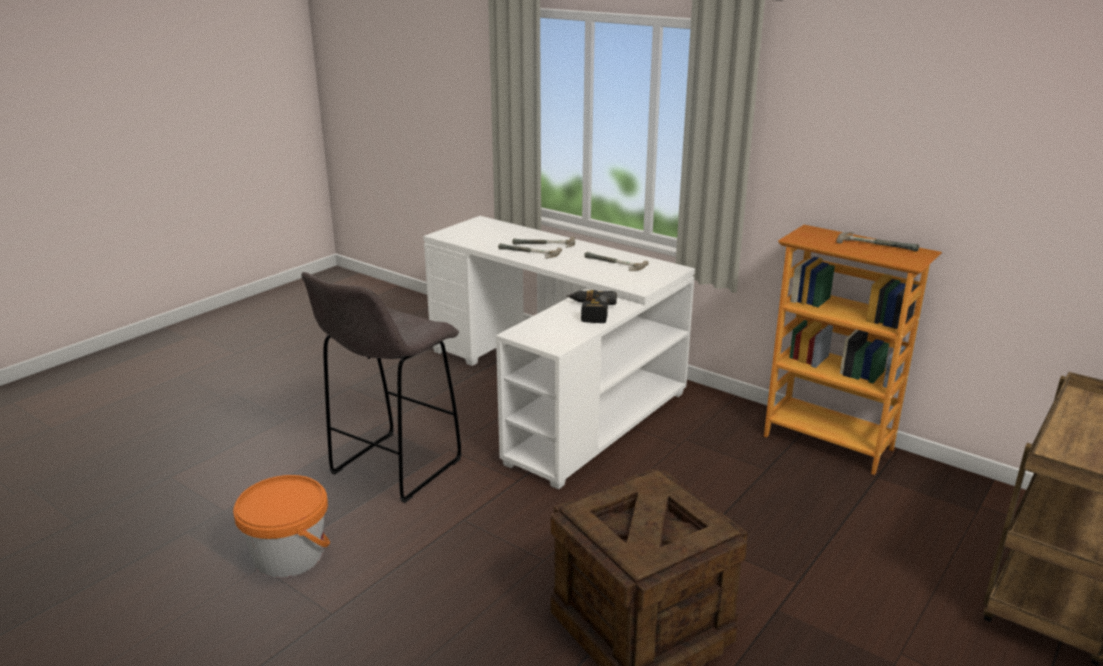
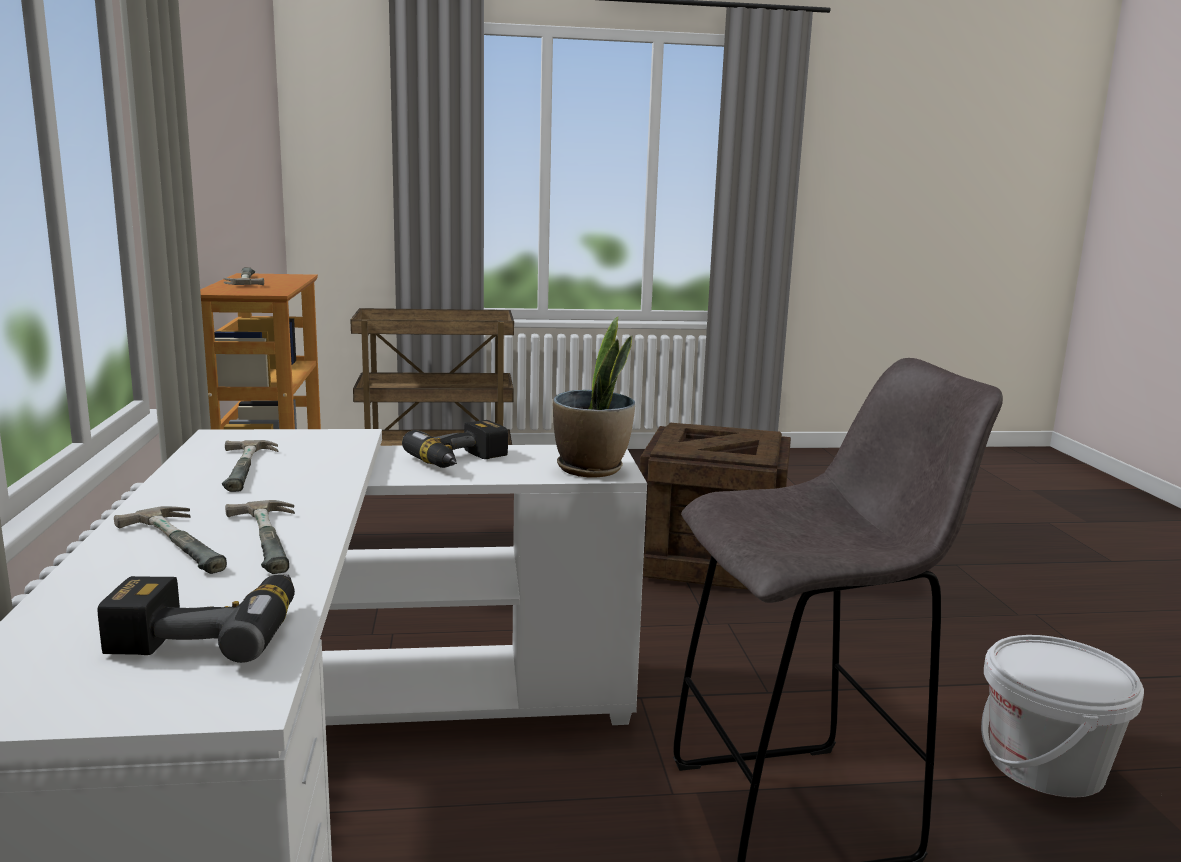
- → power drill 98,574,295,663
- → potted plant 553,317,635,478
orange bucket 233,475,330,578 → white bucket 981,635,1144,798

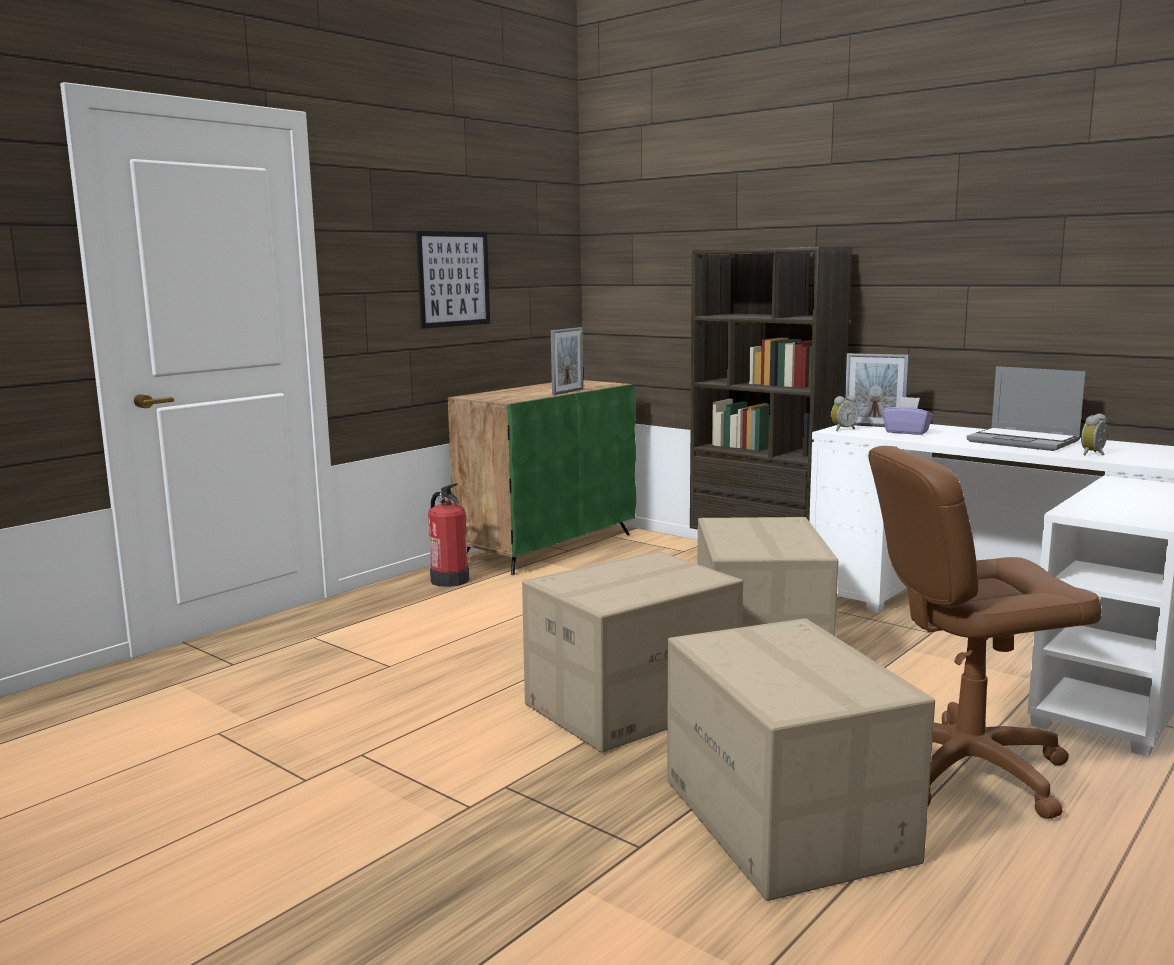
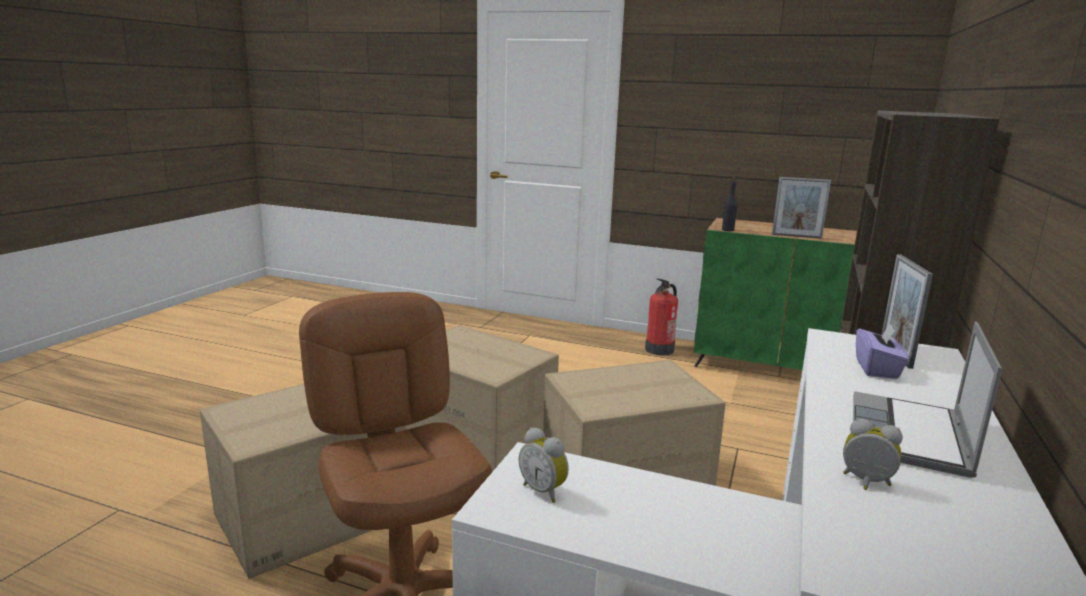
picture 416,231,490,329 → -
- → black bottle 722,177,737,231
alarm clock 831,395,858,431 → alarm clock 519,427,569,503, shifted

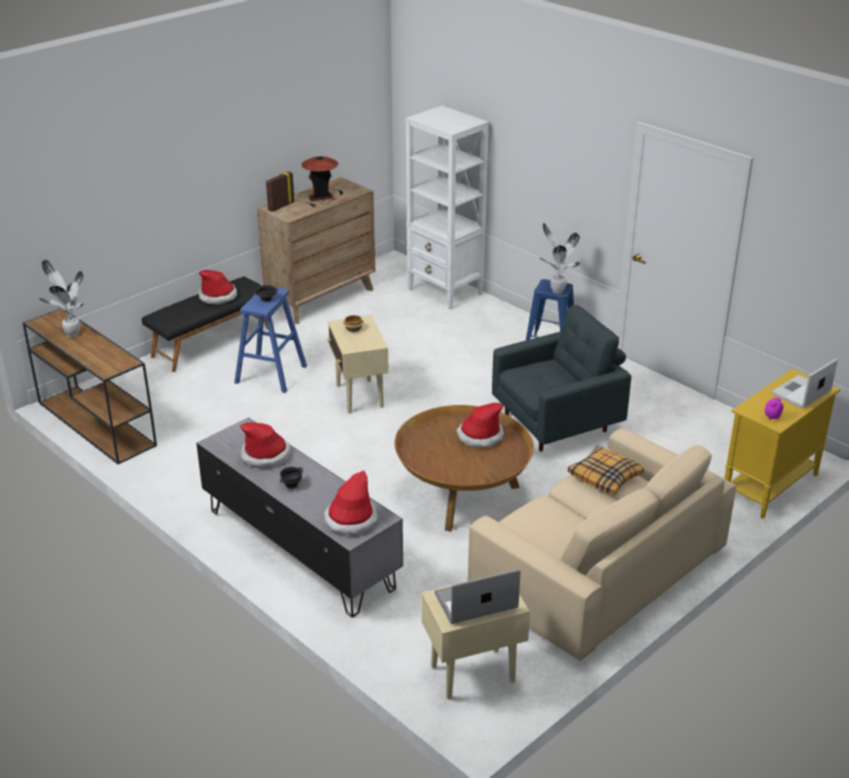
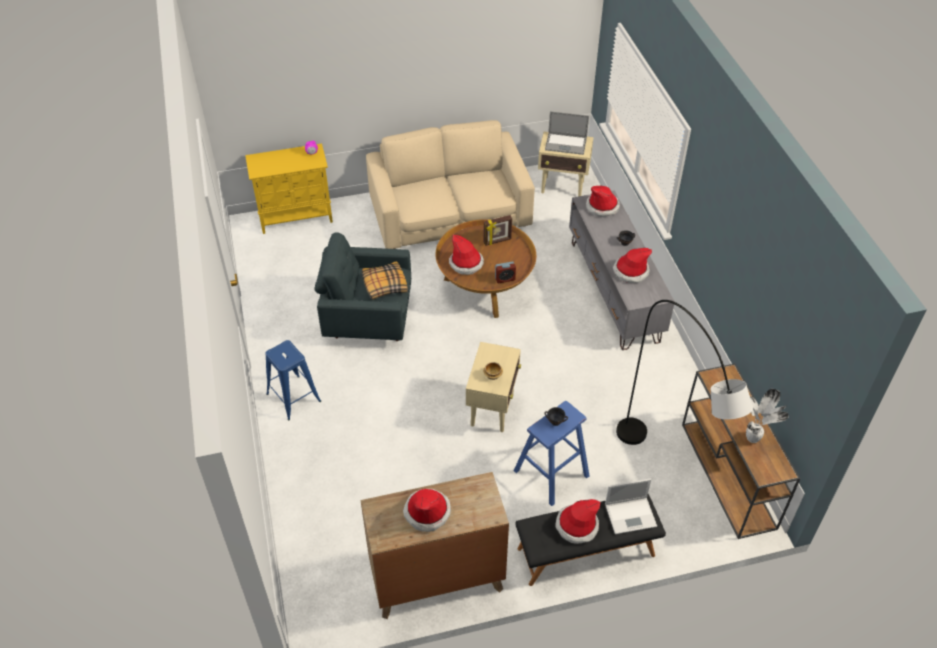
white bookcase 405,106,489,310 → -
potted plant 538,223,580,294 → -
- → alarm clock 495,261,516,283
- → grey floor lamp 616,300,753,445
picture frame 266,172,294,212 → picture frame 484,215,512,246, shifted
pillow 568,446,644,495 → pillow 362,261,408,300, shifted
laptop 771,358,838,408 → laptop 605,478,657,534, shifted
table lamp 297,156,343,207 → hat 403,489,451,532

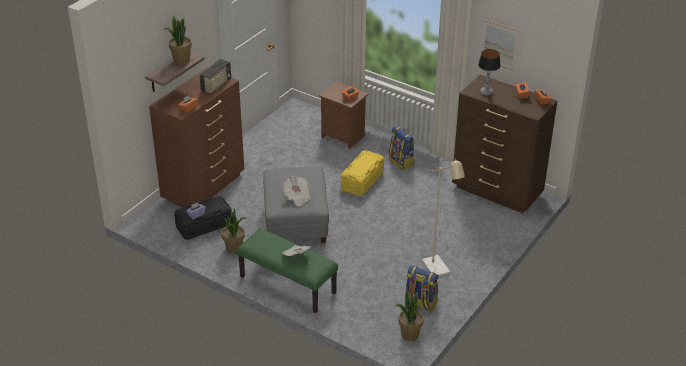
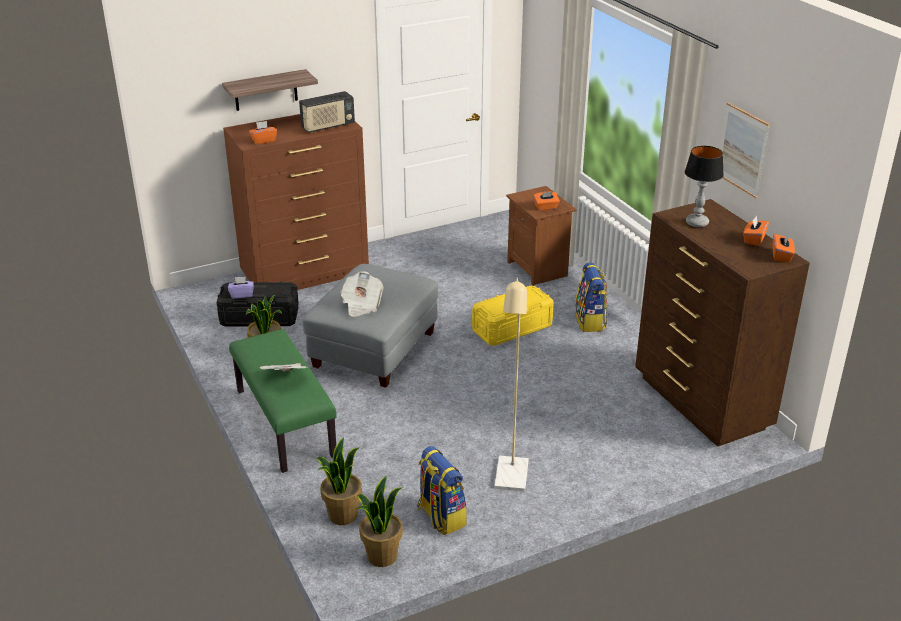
potted plant 165,15,192,65 → potted plant 317,437,362,525, shifted

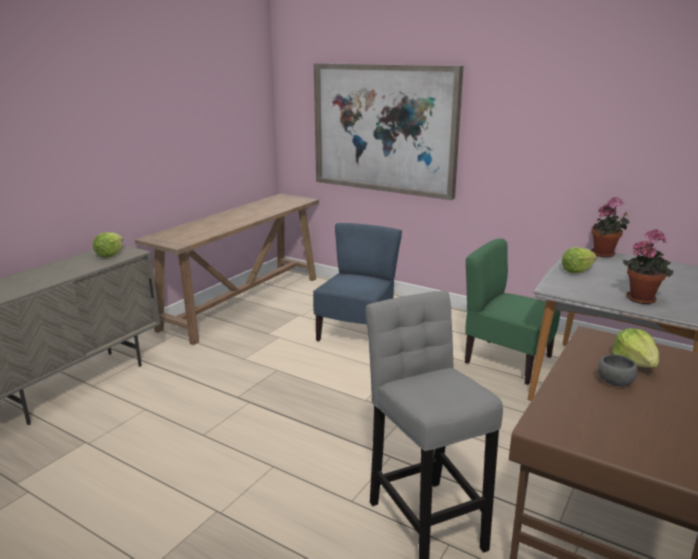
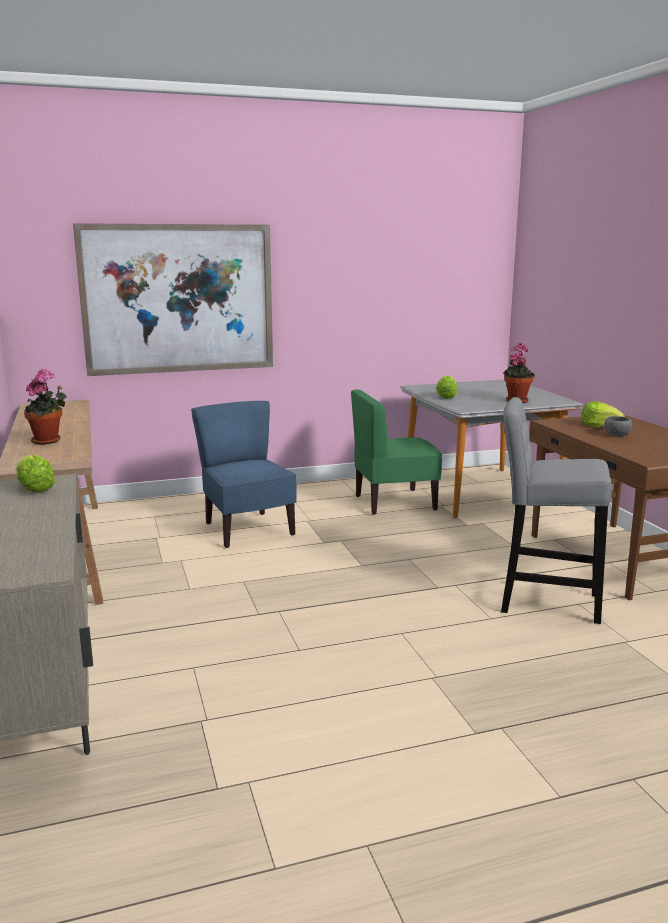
potted plant 591,197,629,257 → potted plant 24,369,67,444, shifted

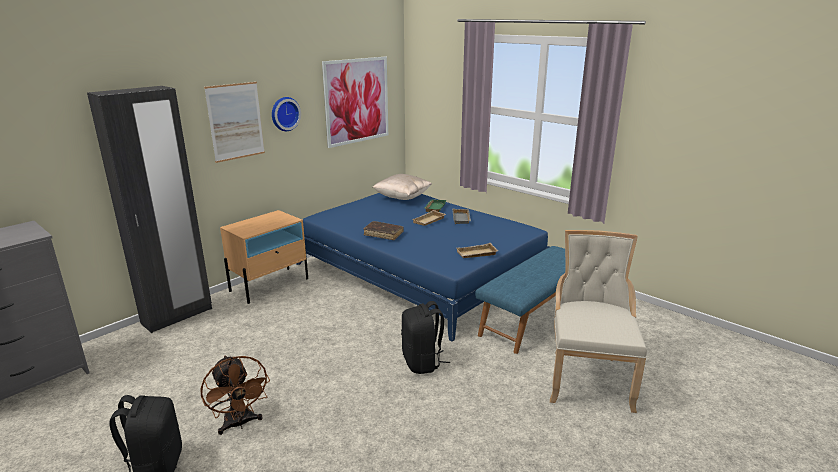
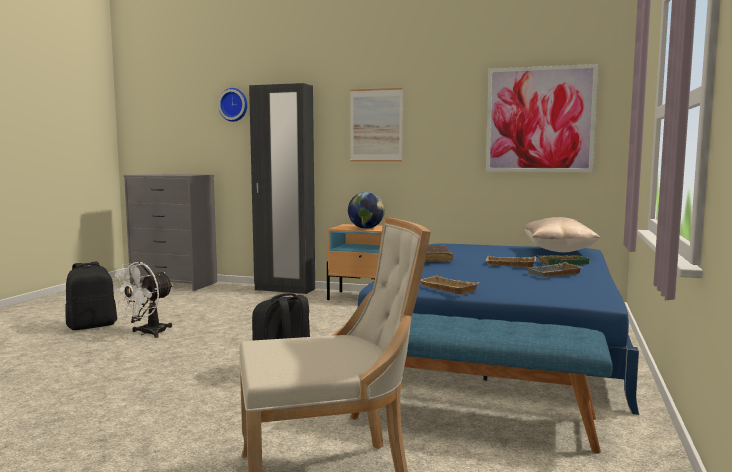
- → globe 348,192,385,229
wall clock 272,97,301,131 → wall clock 218,88,248,122, shifted
brown fan 200,355,270,435 → white fan 113,262,174,338

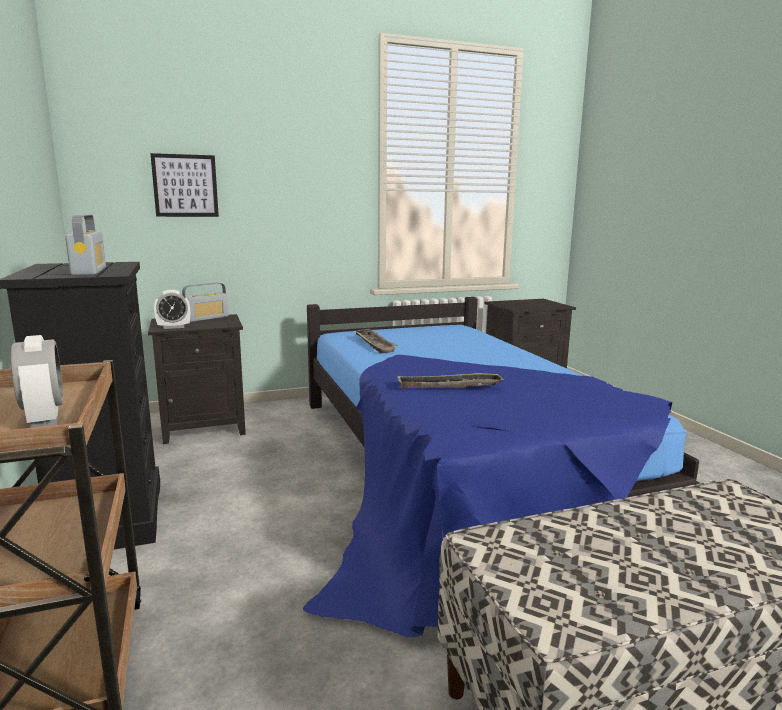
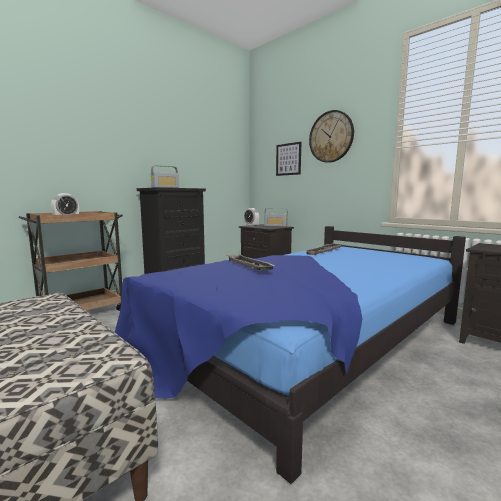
- → wall clock 309,110,354,163

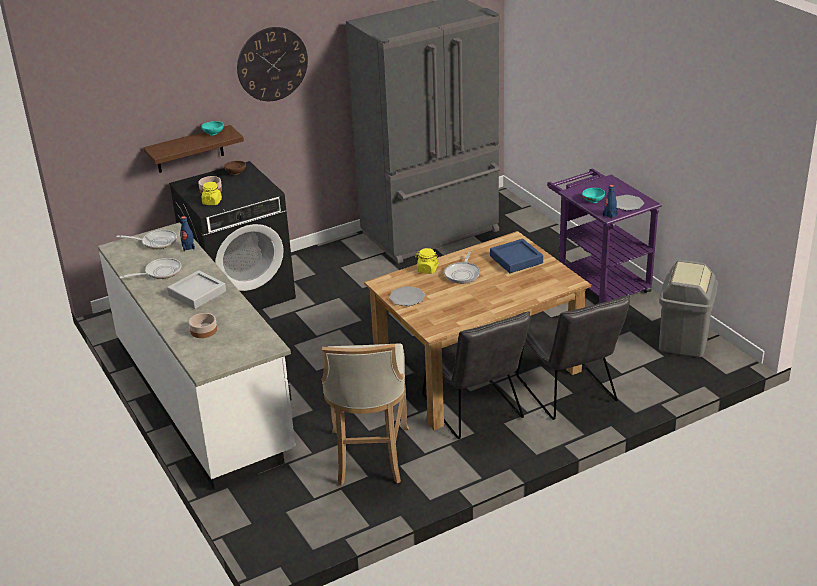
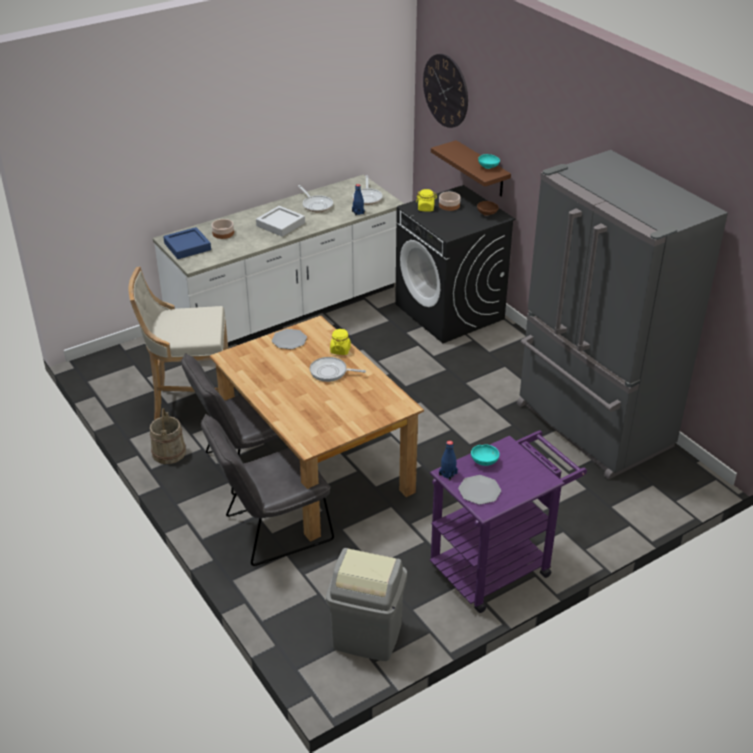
- → beige bucket 150,408,186,464
wall clock 237,27,308,101 → wall clock 423,54,468,128, shifted
blue tray 490,239,543,273 → blue tray 163,227,211,259, shifted

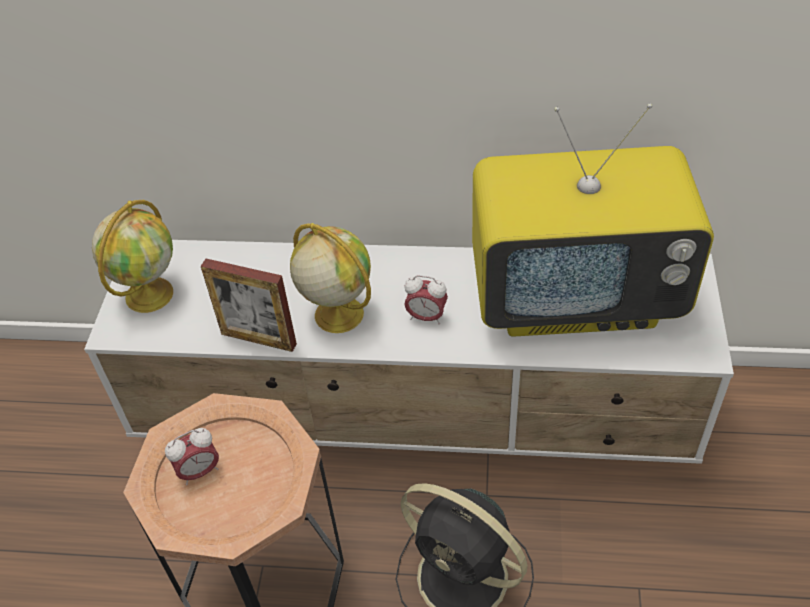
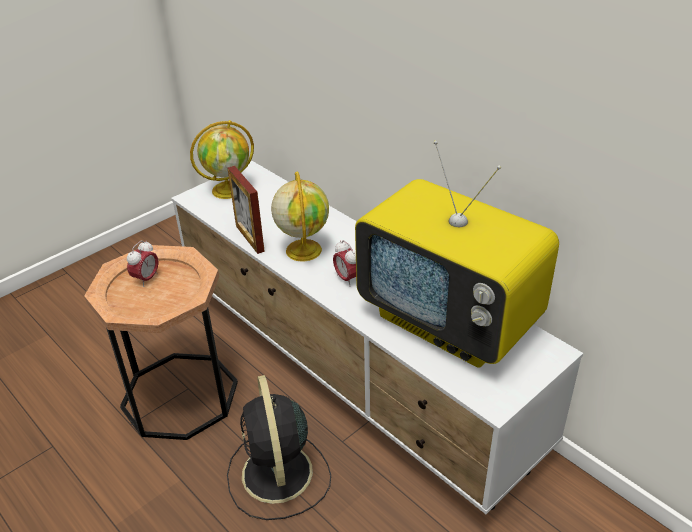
alarm clock 165,428,219,485 → alarm clock 127,240,159,287, 75 degrees counterclockwise

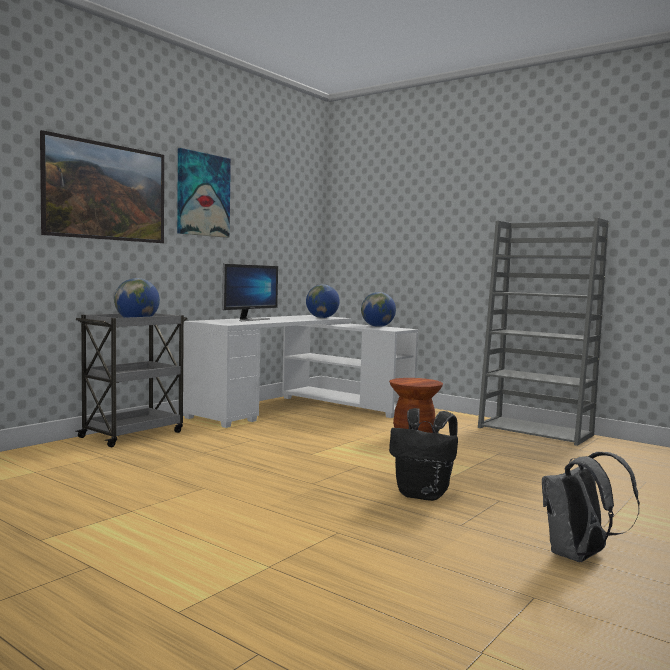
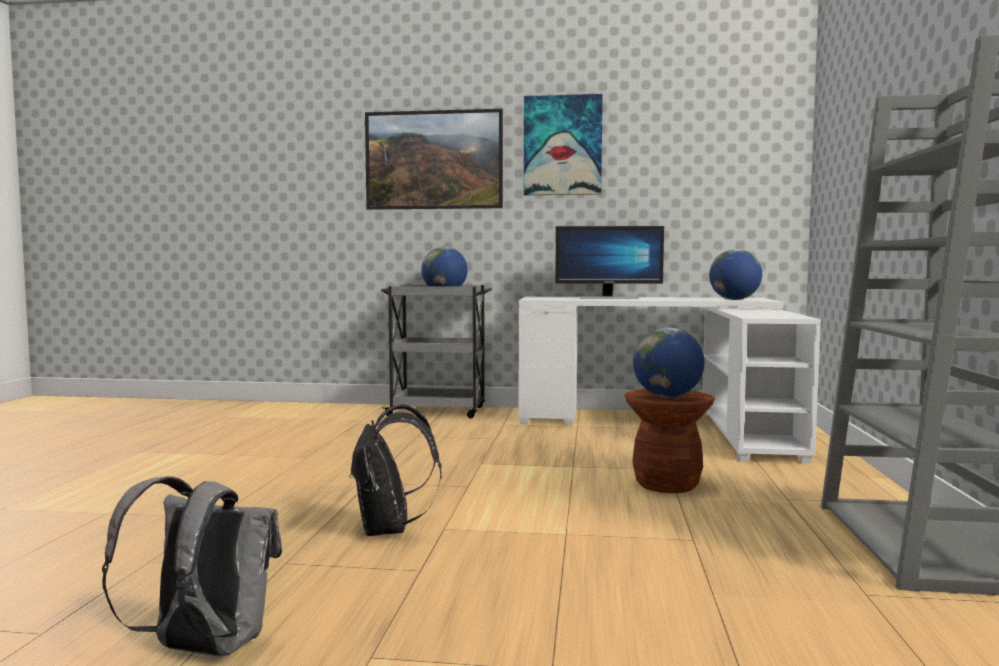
globe 361,292,396,327 → globe 633,327,705,397, shifted

